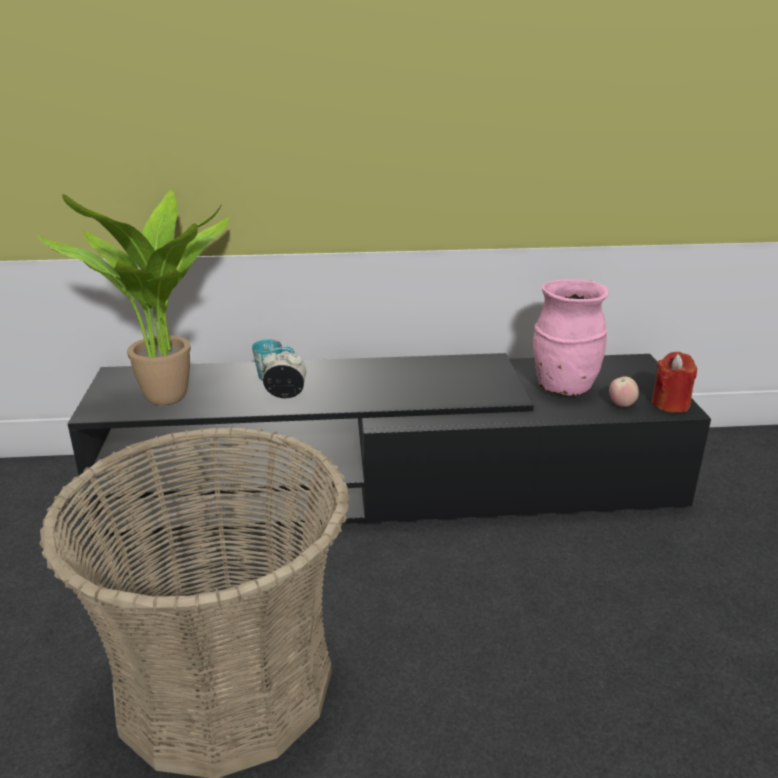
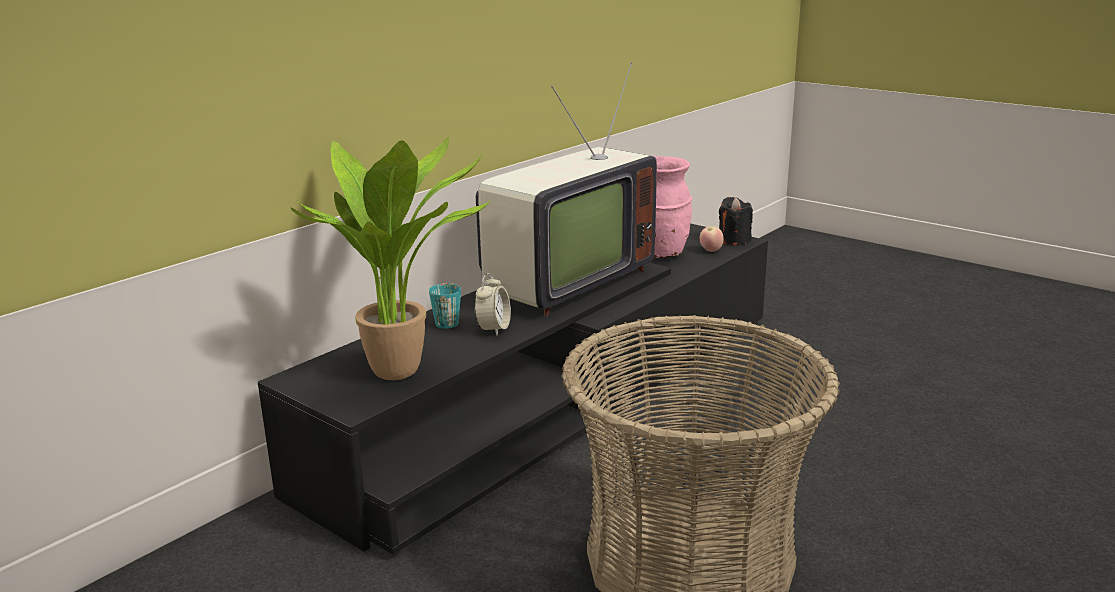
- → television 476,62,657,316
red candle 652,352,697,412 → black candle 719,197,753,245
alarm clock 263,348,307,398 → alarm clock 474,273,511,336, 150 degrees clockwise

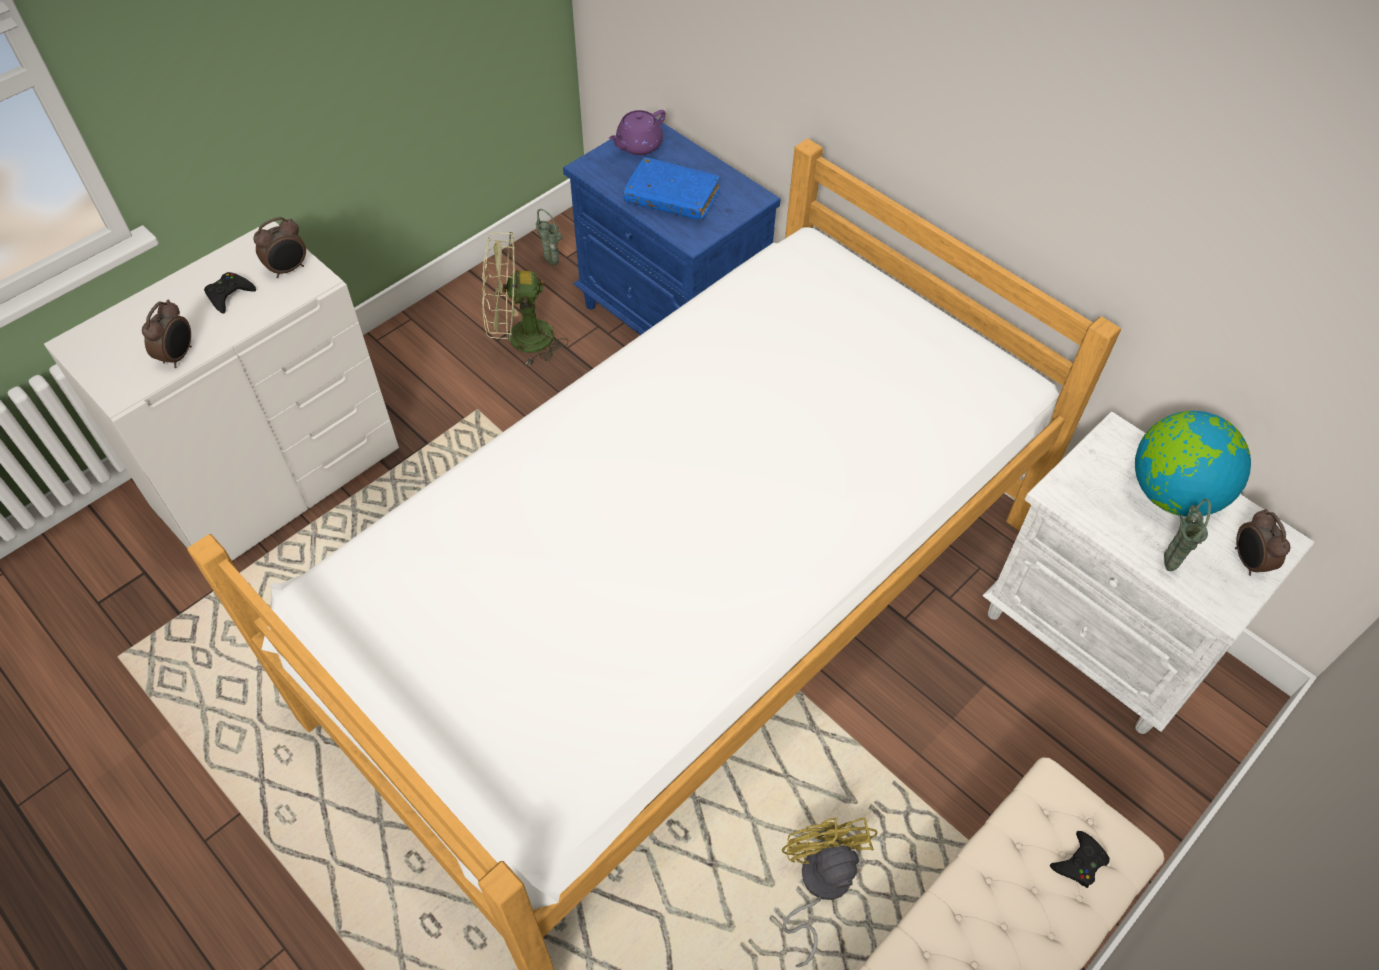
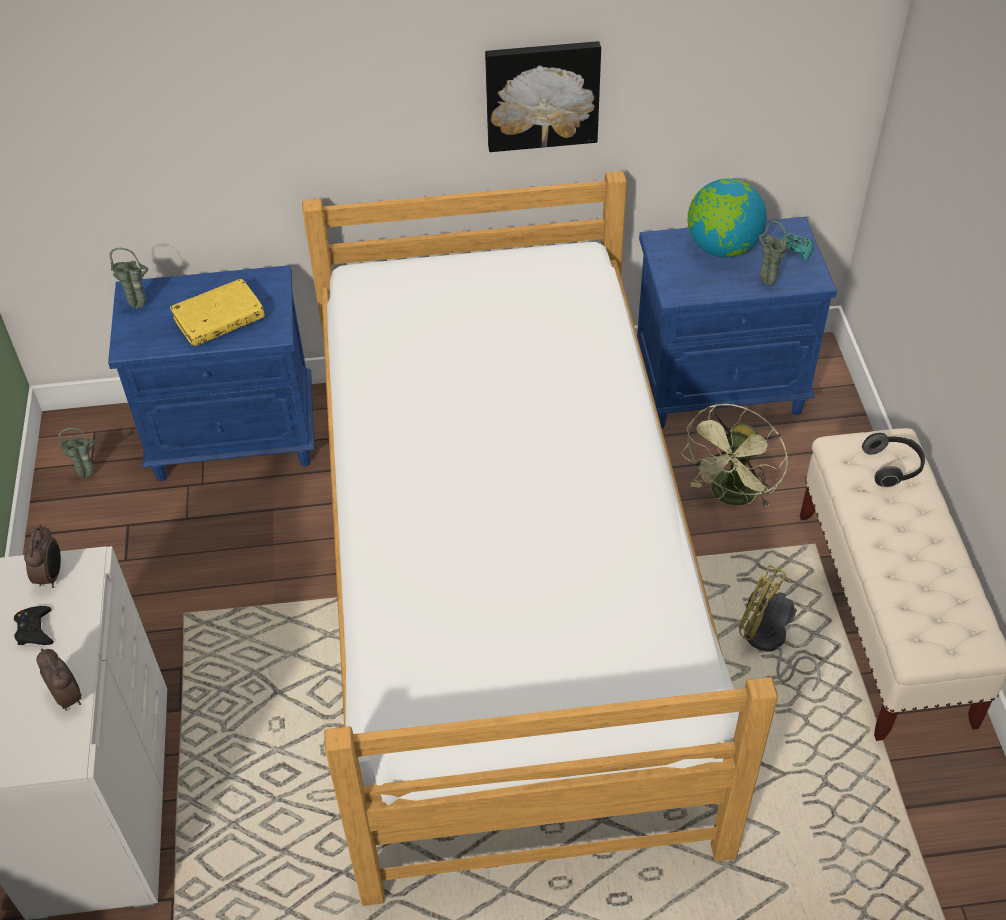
- → picture 485,41,601,152
green fan 482,232,568,366 → green fan 681,404,788,508, shifted
purple teapot 609,110,666,155 → green vase 110,248,148,308
black game controller 1050,831,1110,888 → headphones 862,433,925,487
alarm clock 1235,509,1290,576 → turquoise game controller 781,233,813,261
blue book 623,157,720,221 → yellow book 170,279,265,346
white nightstand 982,412,1314,734 → blue nightstand 637,217,837,429

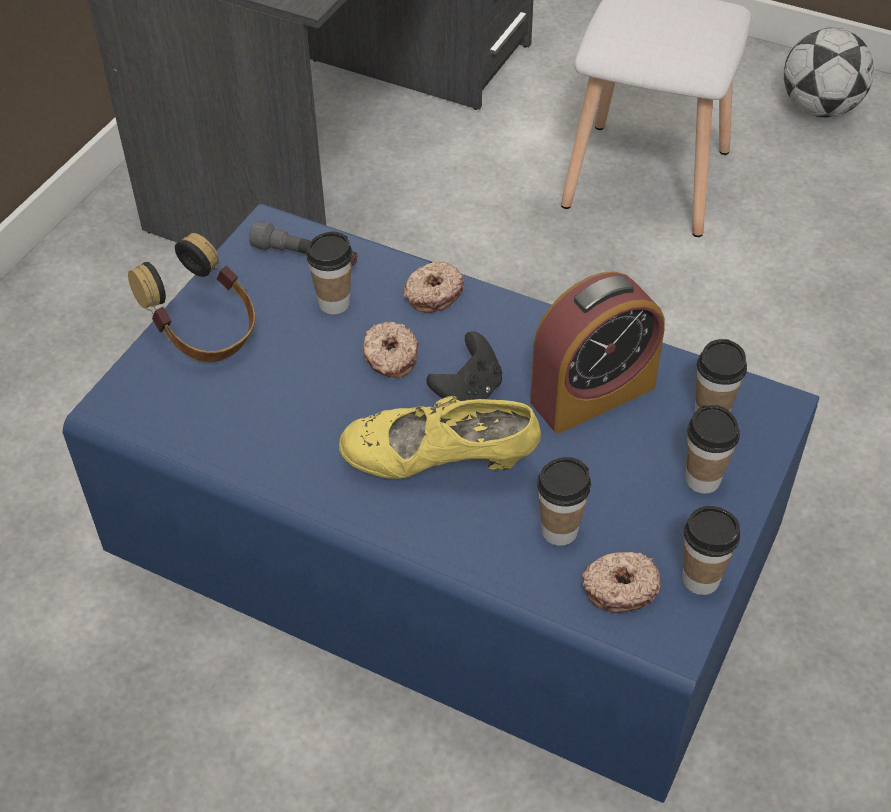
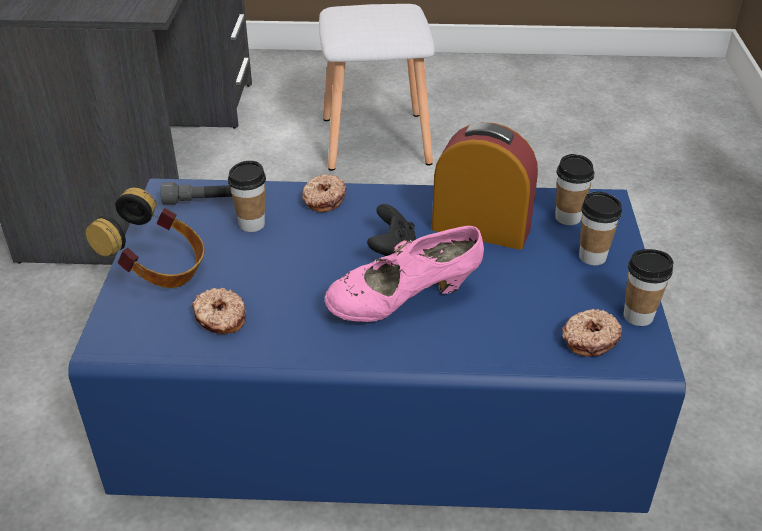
cup 537,457,591,546 → -
football 783,28,874,117 → -
donut 363,322,419,378 → donut 192,288,246,334, shifted
yellow shoe 339,396,541,479 → pink shoe 325,226,484,322
alarm clock 530,272,665,434 → alarm clock 432,122,538,250, 105 degrees counterclockwise

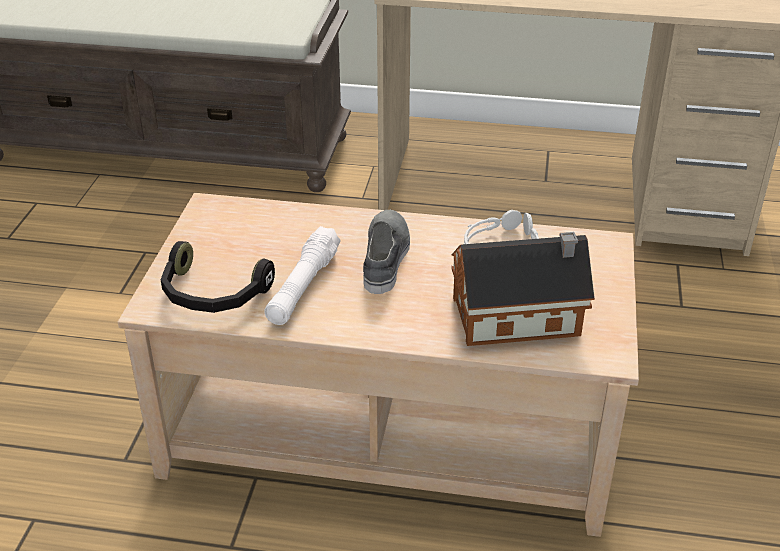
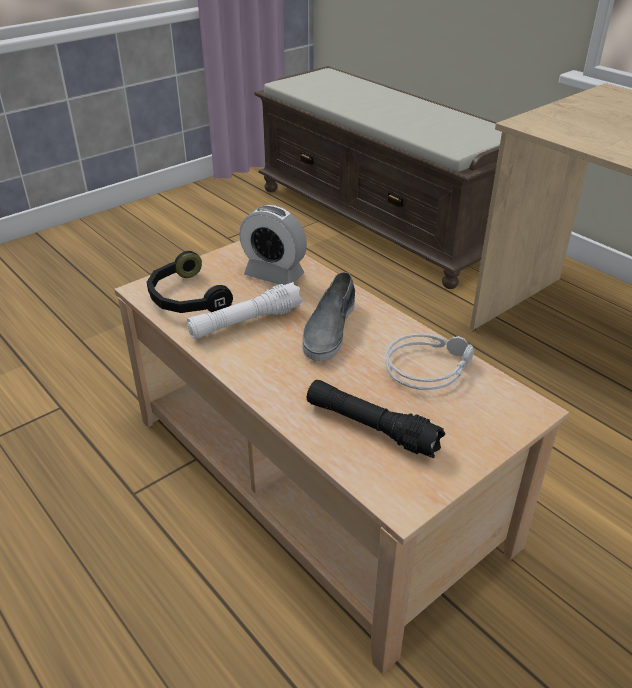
- → alarm clock 239,205,307,285
toy house 451,232,595,346 → black flashlight 307,380,445,458
grey shoe 363,210,410,294 → grey shoe 303,272,355,361, 150 degrees clockwise

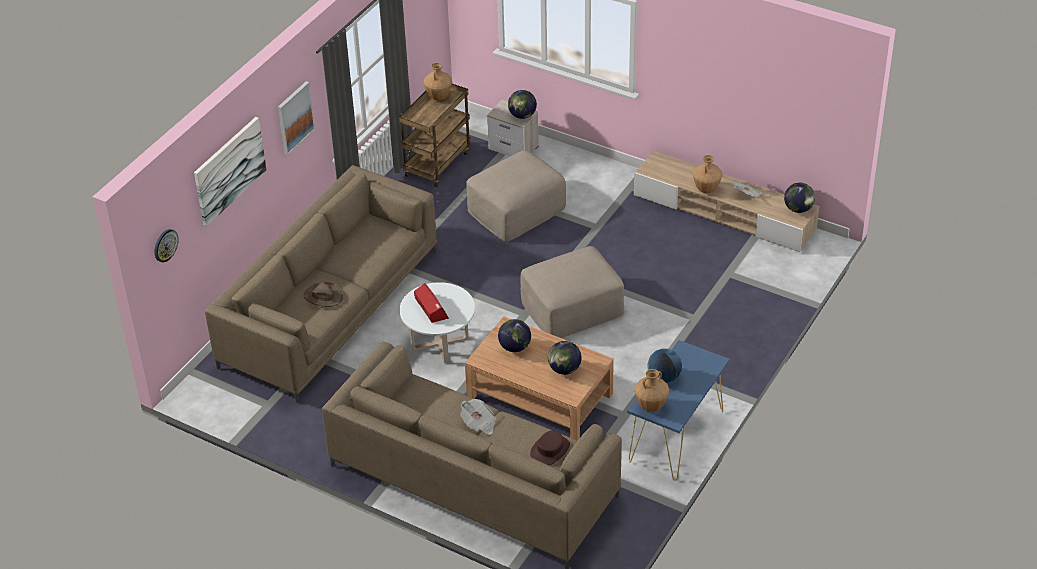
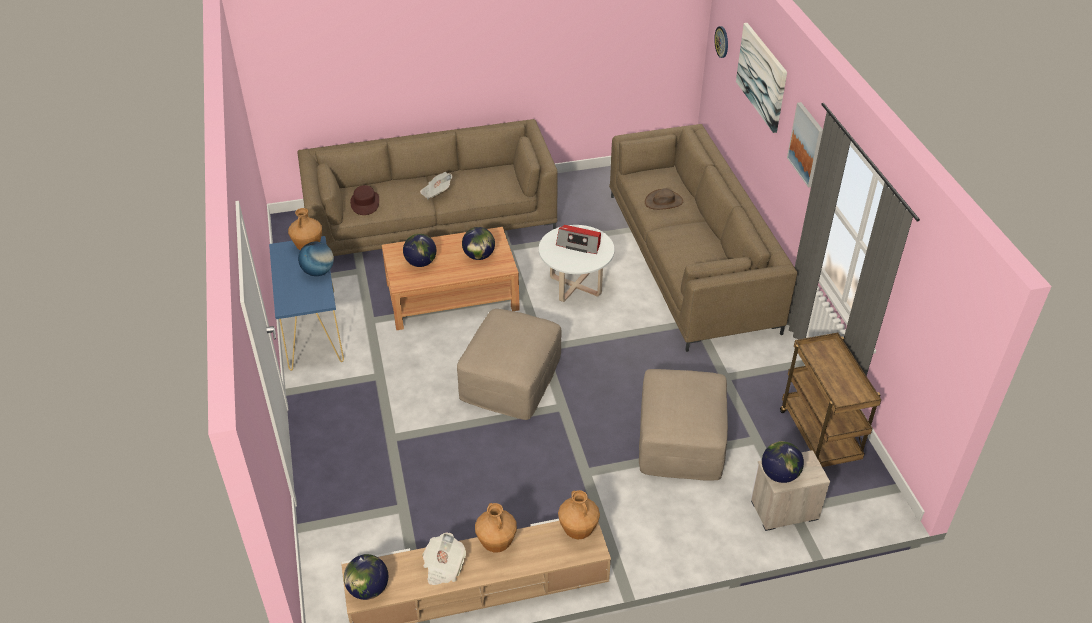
brown vase 424,63,452,101 → brown vase 558,490,600,539, shifted

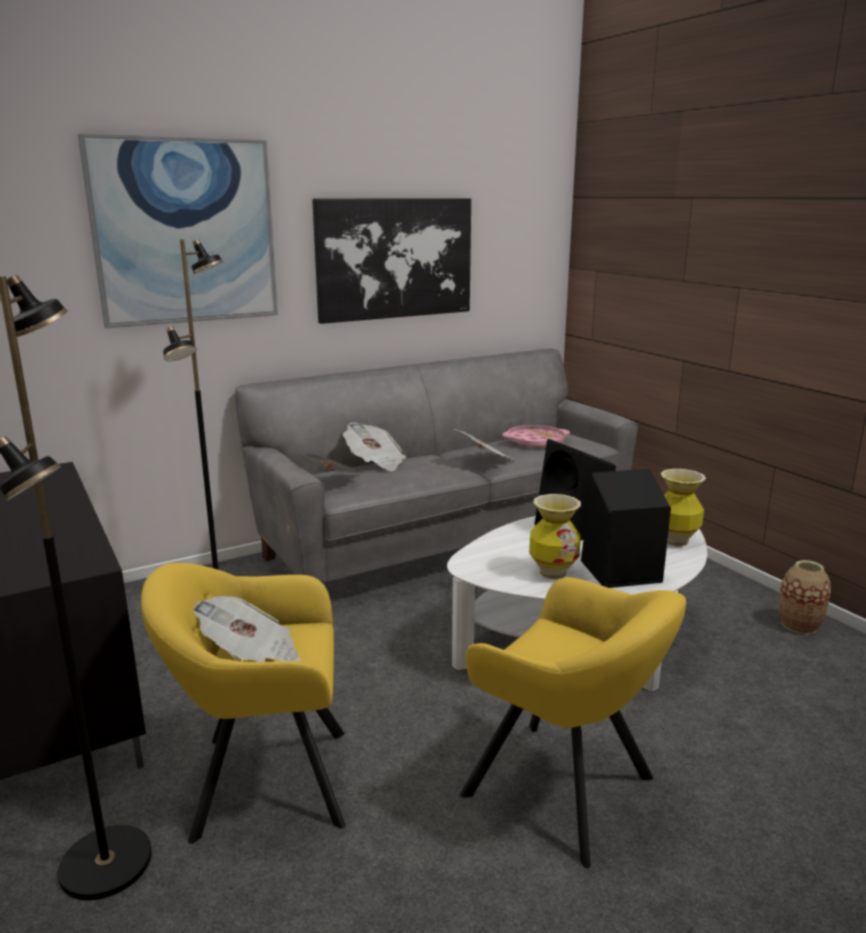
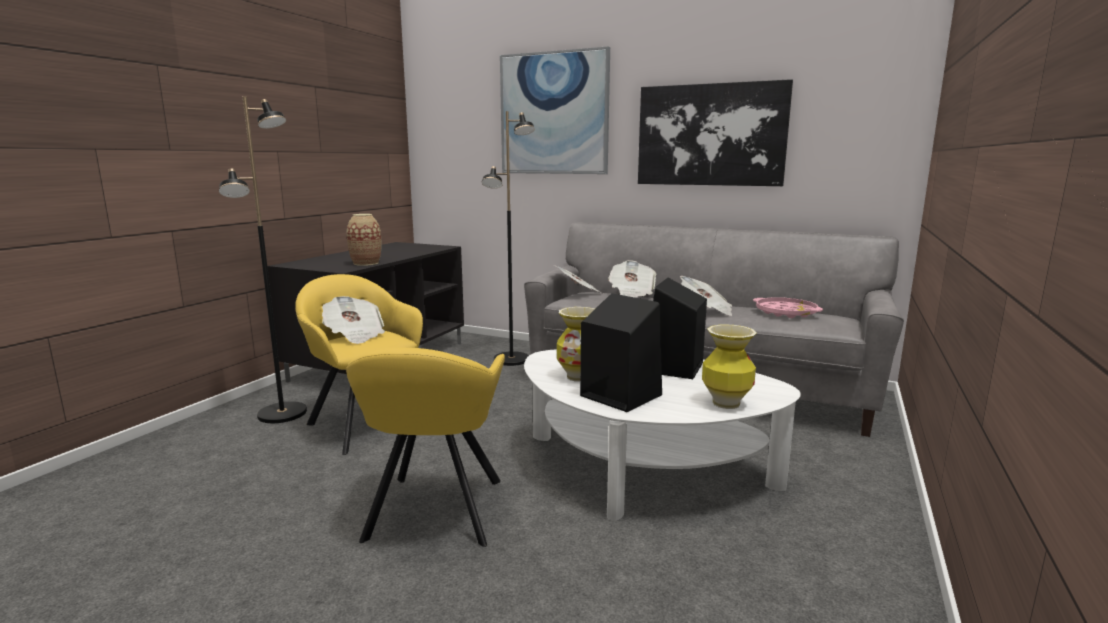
vase 779,560,831,634 → vase 347,214,381,266, shifted

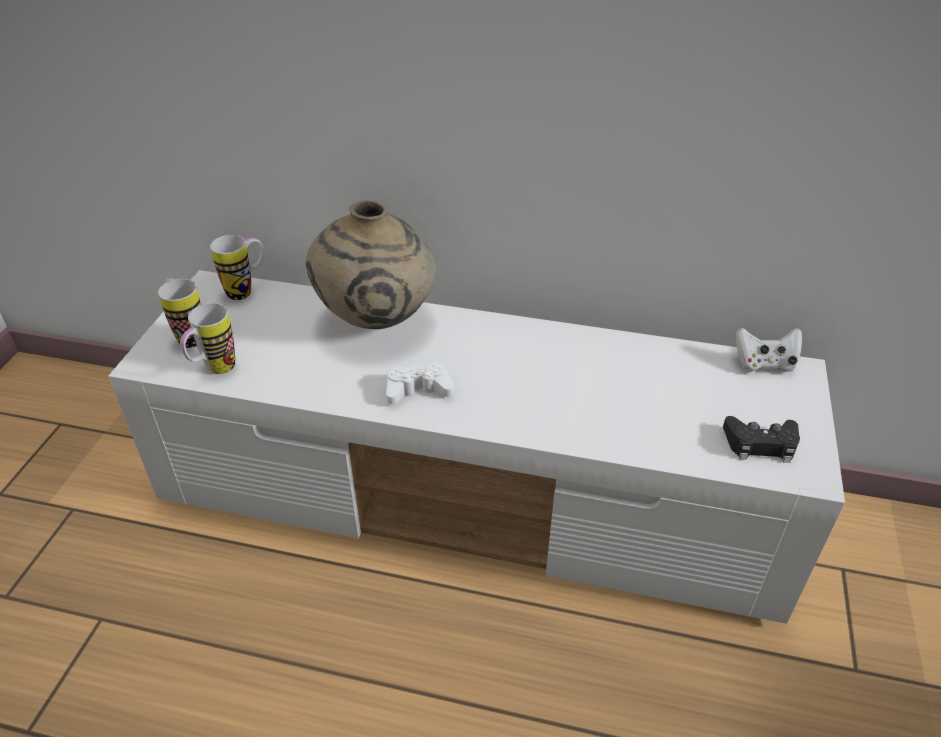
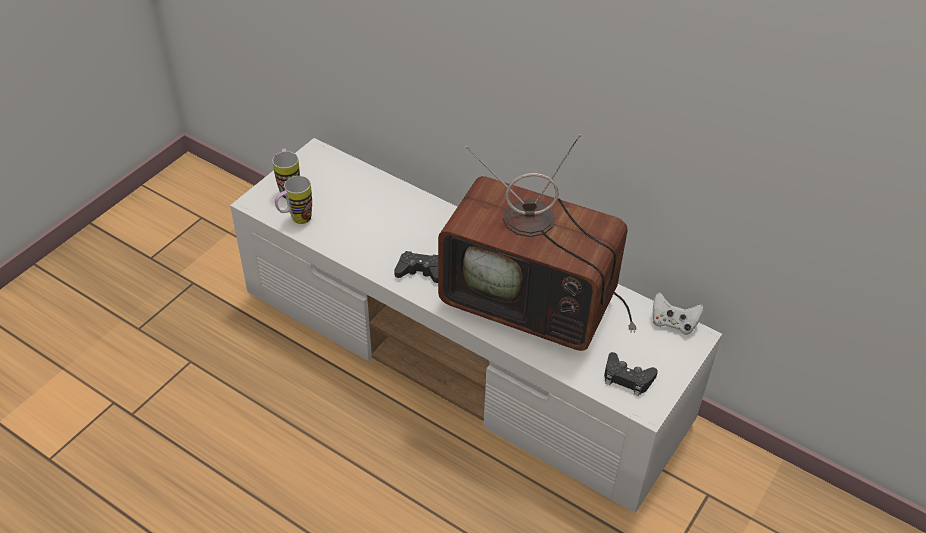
mug 210,235,264,300 → -
beige vase 306,200,436,329 → -
- → television 438,134,636,351
white game controller 386,360,454,405 → black game controller 394,251,438,283

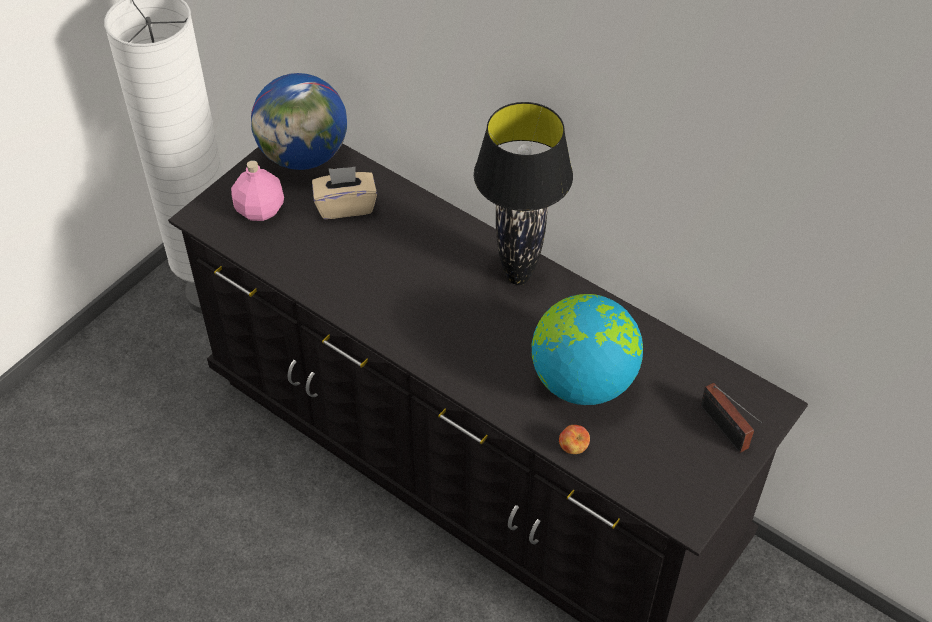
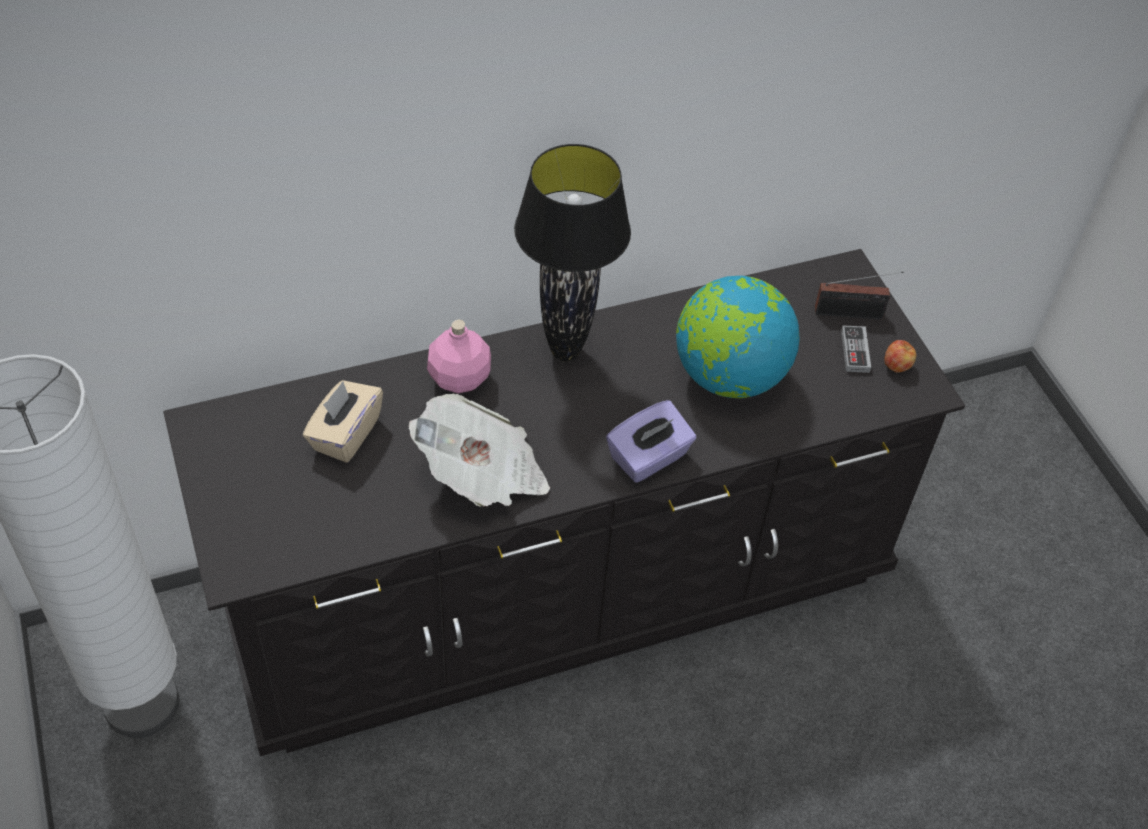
globe 251,73,347,170 → -
- → newspaper 409,394,550,507
- → purple tissue box 606,400,696,483
- → game controller 841,325,871,373
pink bottle 231,160,284,221 → pink bottle 427,319,491,393, shifted
apple 559,425,590,454 → apple 884,340,916,373, shifted

